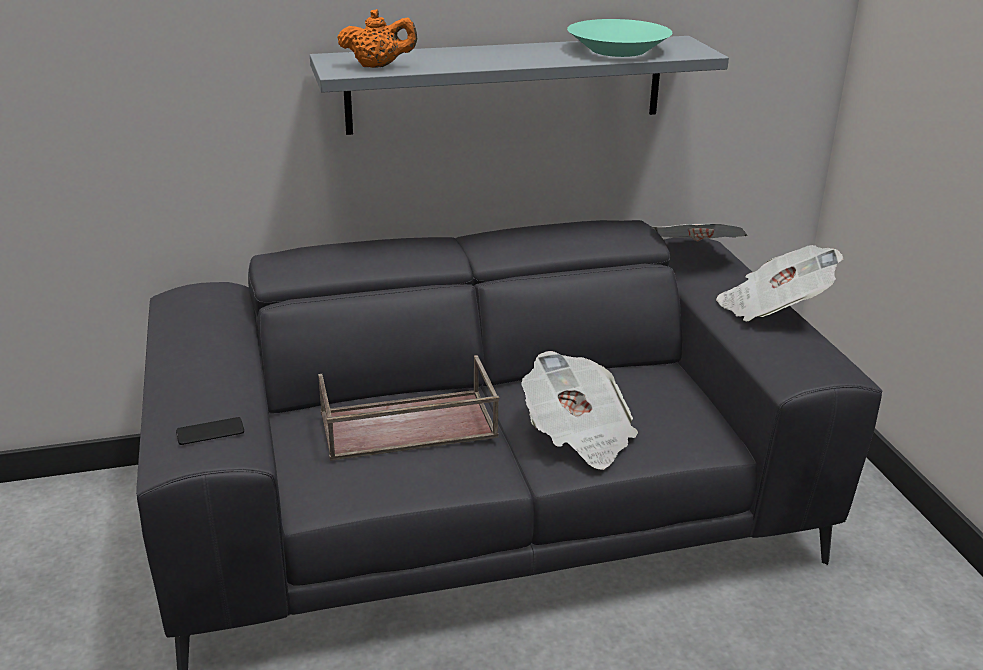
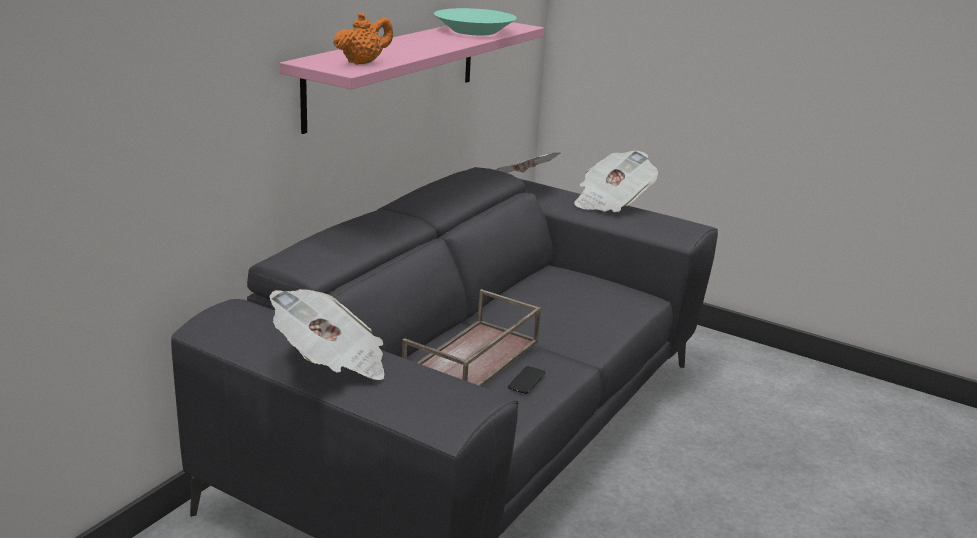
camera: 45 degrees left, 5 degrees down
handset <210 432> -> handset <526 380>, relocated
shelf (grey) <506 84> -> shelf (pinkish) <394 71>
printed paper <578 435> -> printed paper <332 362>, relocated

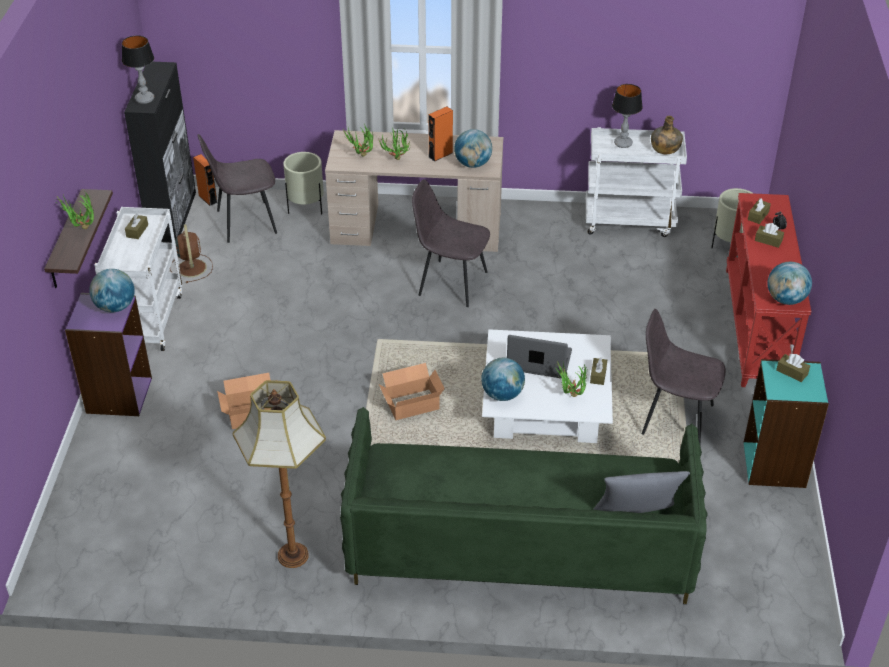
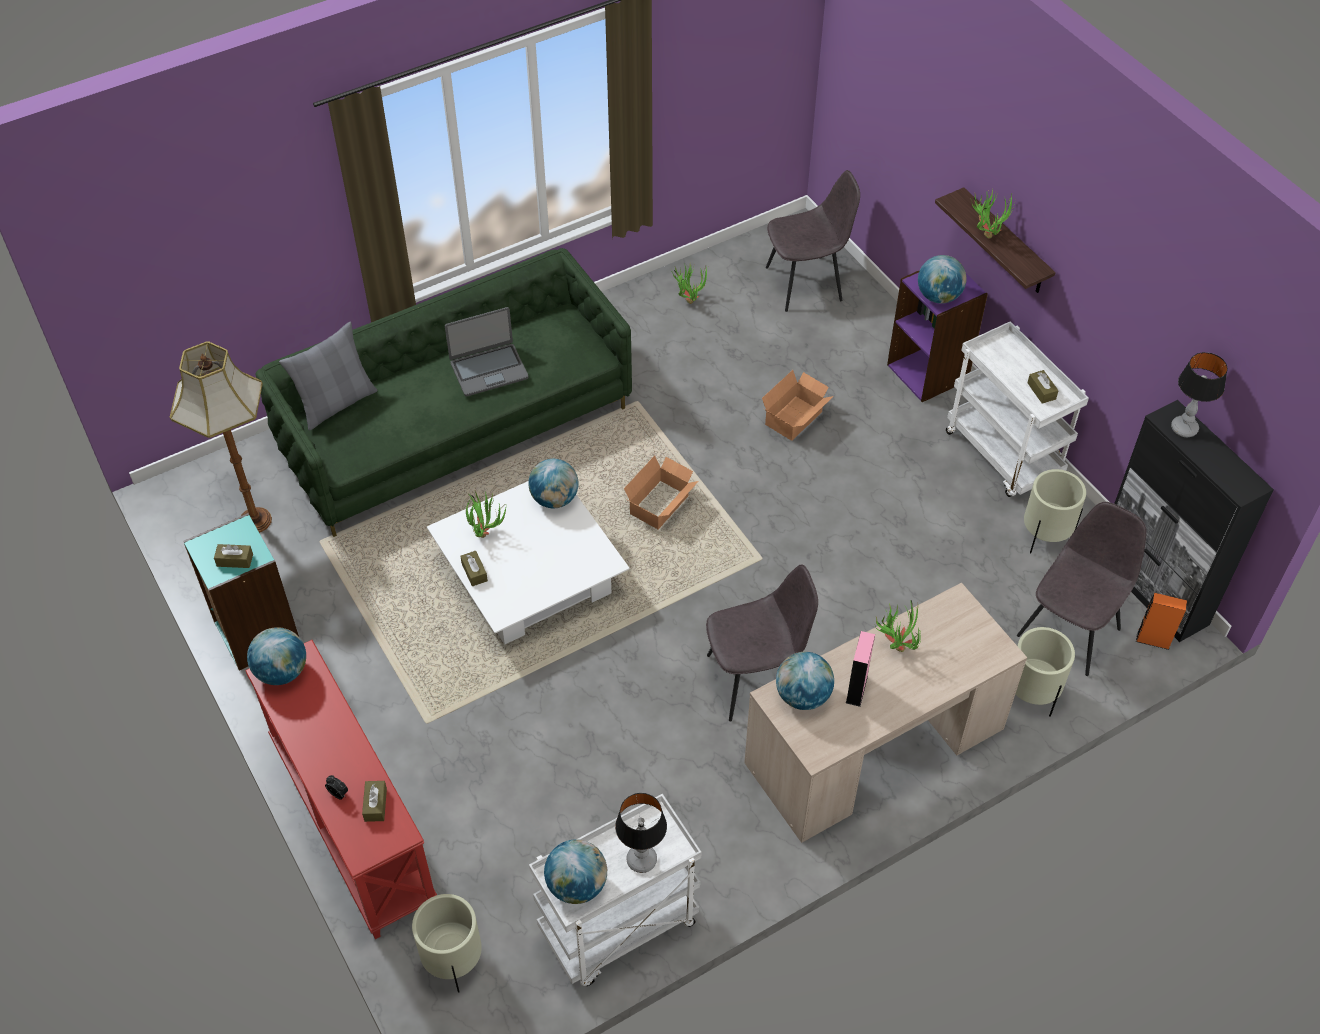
camera: 145 degrees right, 10 degrees up
cooling fan (brownish) <191 267> -> plant pot (beige) <1045 537>
standard lamp <293 556> -> standard lamp <254 520>, relocated
plant in a pot <361 158> -> plant in a pot <689 299>, relocated
speaker (orange) <440 155> -> speaker (pinkish) <856 689>
portable computer <539 361> -> portable computer <488 370>, relocated
upright chair (grey) <675 419> -> upright chair (grey) <806 283>, relocated
drink bottle (green) <665 148> -> desk globe <577 885>
tissue box (brownish) <768 240> -> none

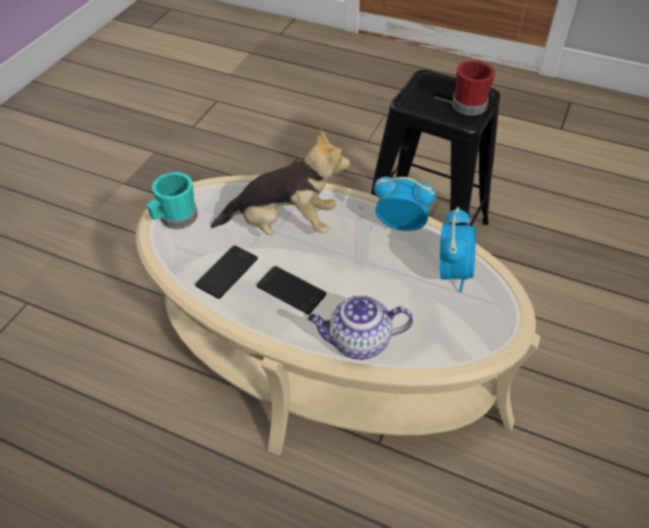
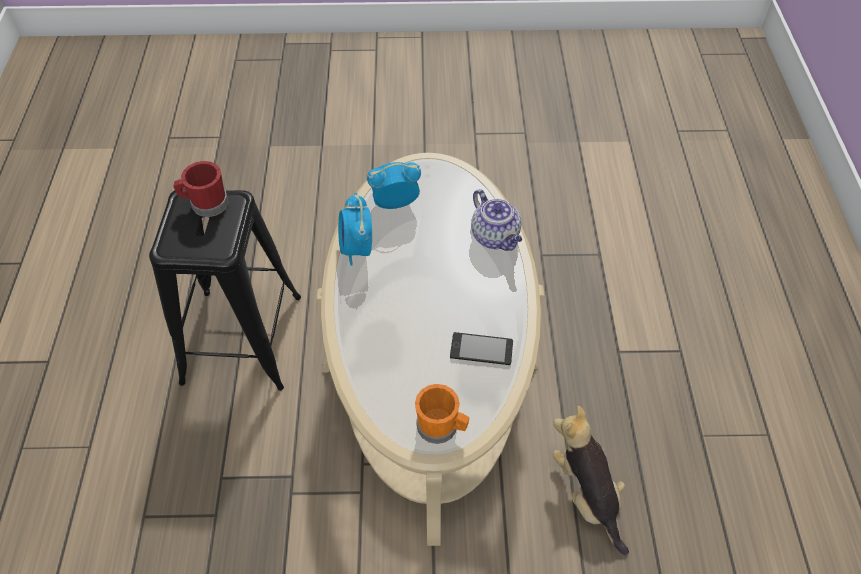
camera: 115 degrees left, 5 degrees up
tea mug (turquoise) <175 219> -> tea mug (orange) <441 427>
cuddly toy <284 225> -> cuddly toy <587 494>, relocated
handset <291 290> -> none

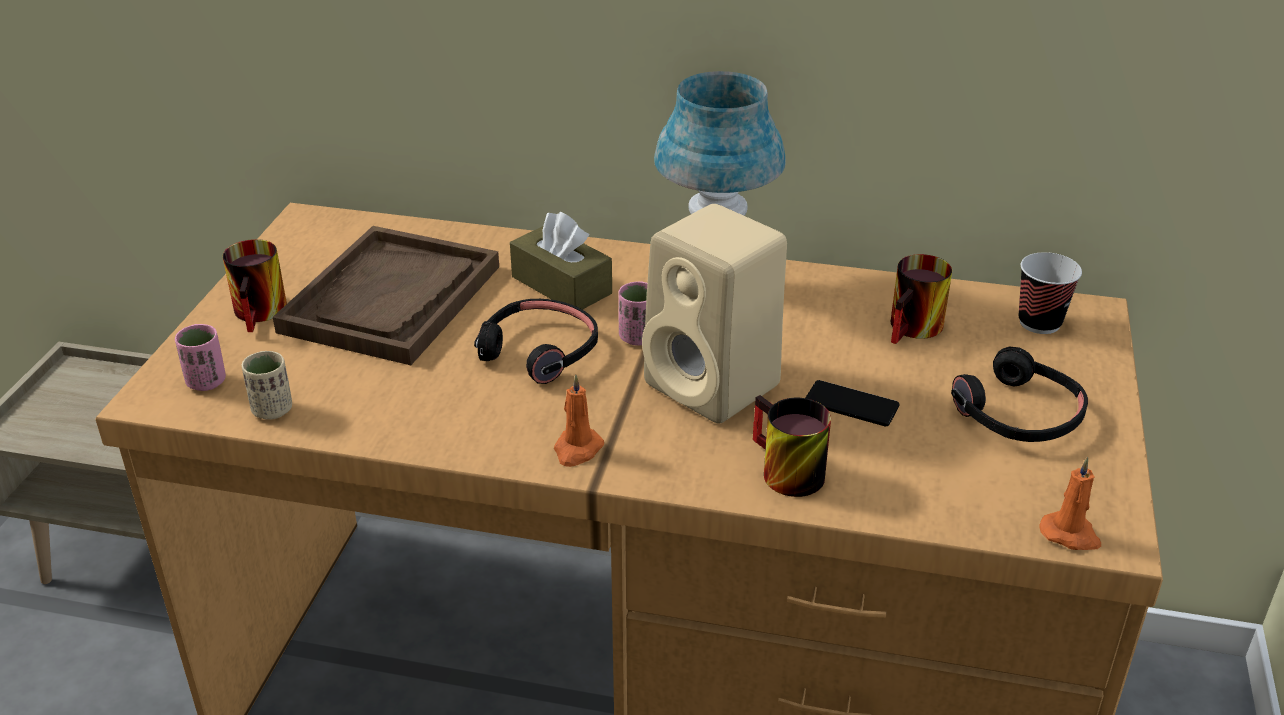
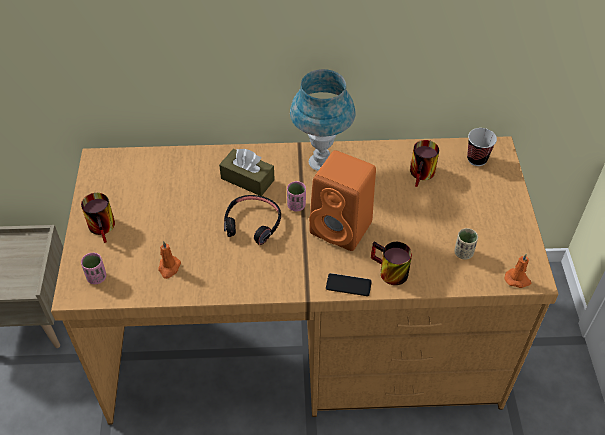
camera: 15 degrees left, 15 degrees up
cup (beige) <272 410> -> cup (beige) <463 253>, relocated
serving tray (brownish) <391 299> -> none
wax light (orange) <577 450> -> wax light (orange) <169 268>, relocated
speaker (beige) <716 386> -> speaker (orange) <343 228>
handset <851 404> -> handset <348 285>, relocated
headphones (black) <1018 414> -> none

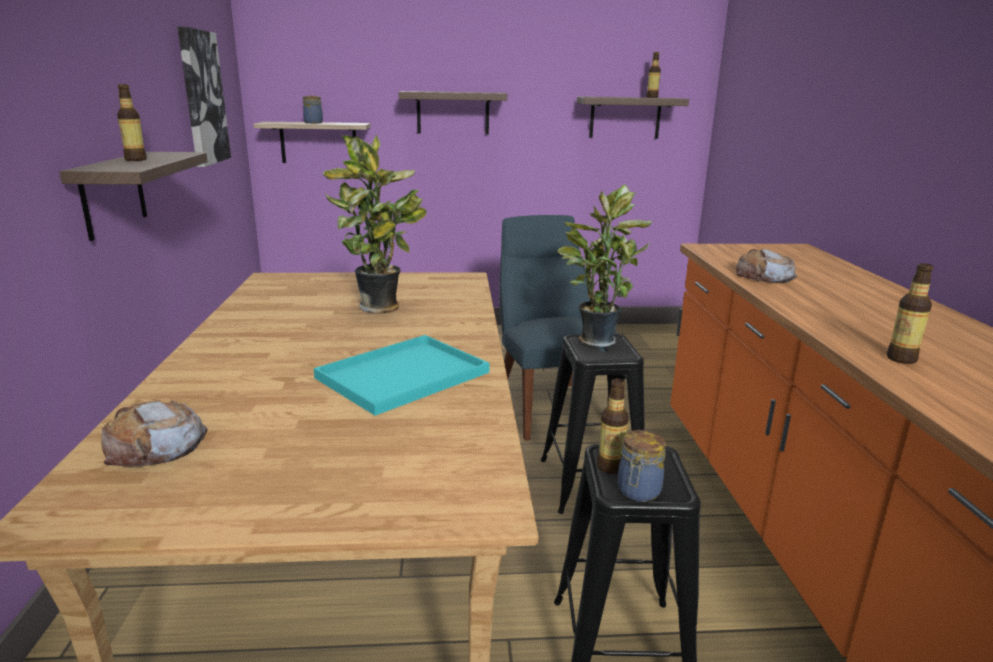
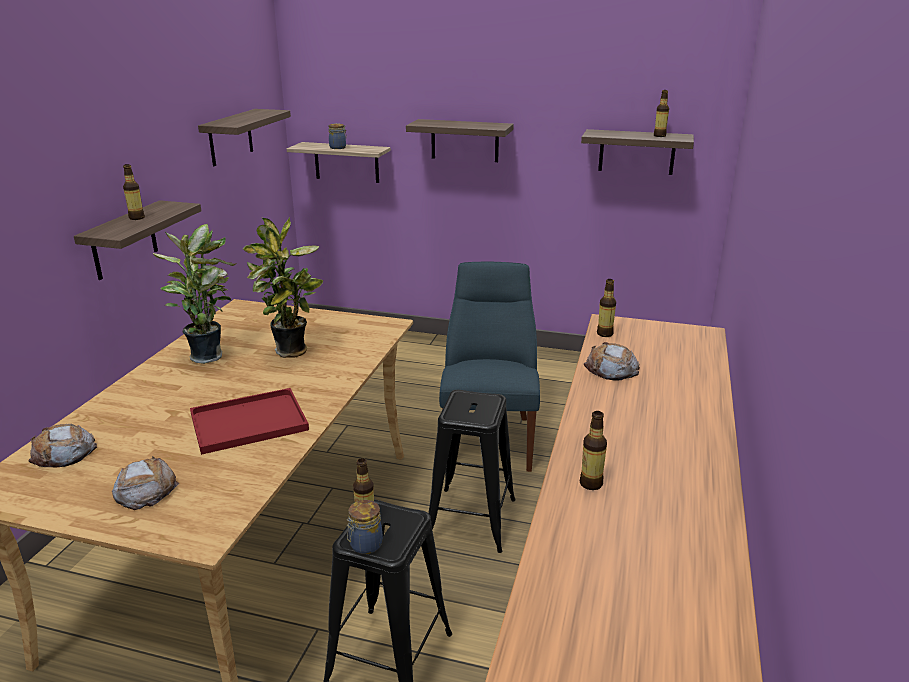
camera: 20 degrees right, 5 degrees up
picture <202 98> -> shelf <230 137>
serving tray (turquoise) <401 376> -> serving tray (reddish) <247 423>
plant in a pot <595 340> -> plant in a pot <208 355>, relocated
none -> bread <145 489>
none -> drink bottle <604 334>

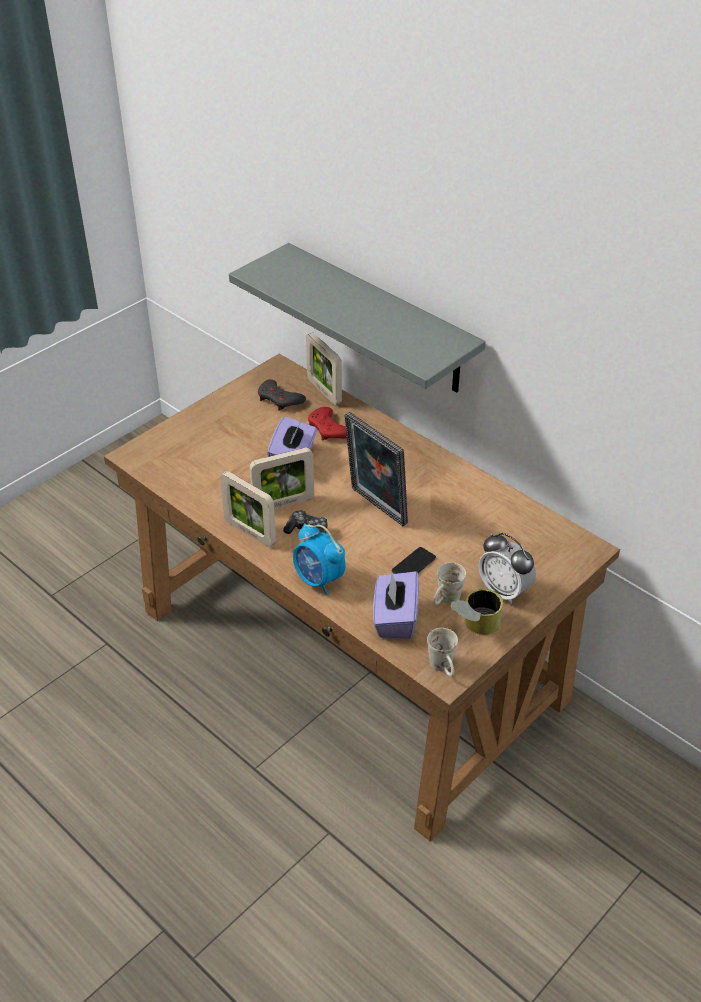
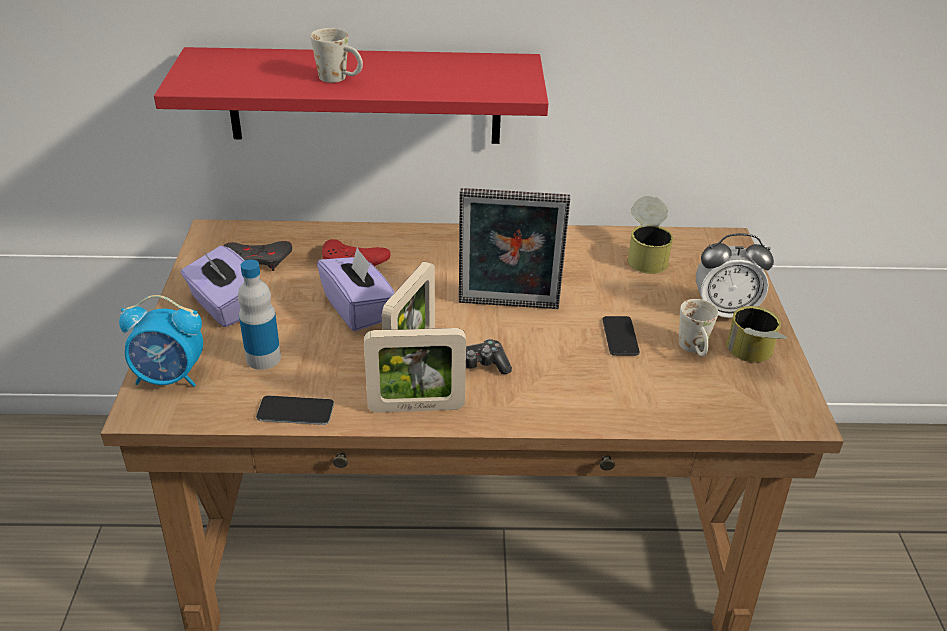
camera: 45 degrees left, 5 degrees down
shelf (grey) <381 319> -> shelf (reddish) <365 96>
bedside clock <319 580> -> bedside clock <170 377>, relocated
photo frame <324 391> -> none
tissue box (purple-coloured) <395 619> -> tissue box (purple-coloured) <225 306>, relocated
tea mug (whitish) <443 668> -> tea mug (whitish) <340 79>, relocated
none -> drink bottle <263 358>
none -> handset <295 411>
none -> sealed can <646 255>

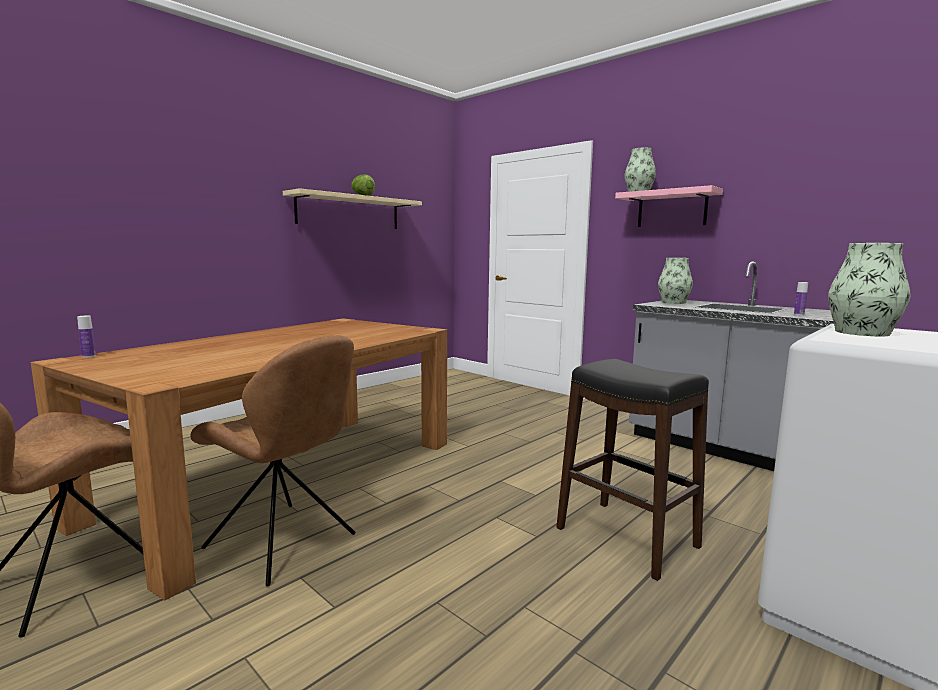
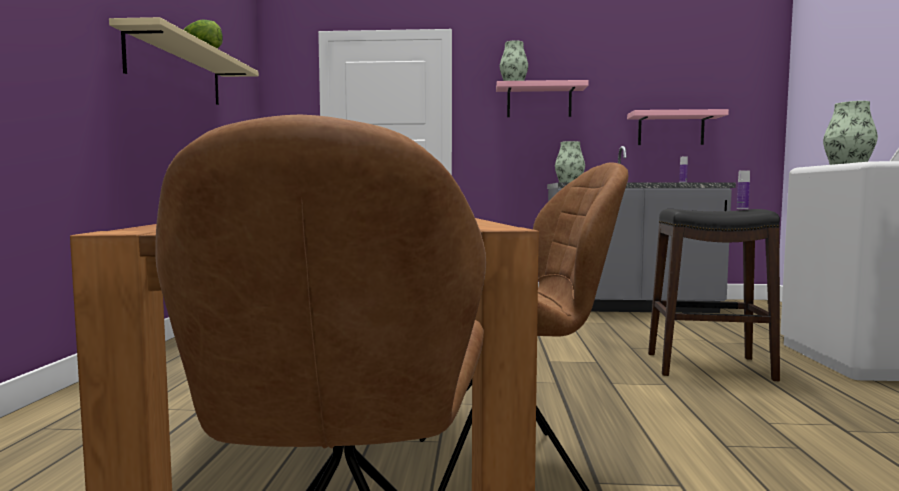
camera: 40 degrees left, 5 degrees down
drink bottle <88 356> -> drink bottle <742 209>, relocated
none -> shelf (pinkish) <670 129>

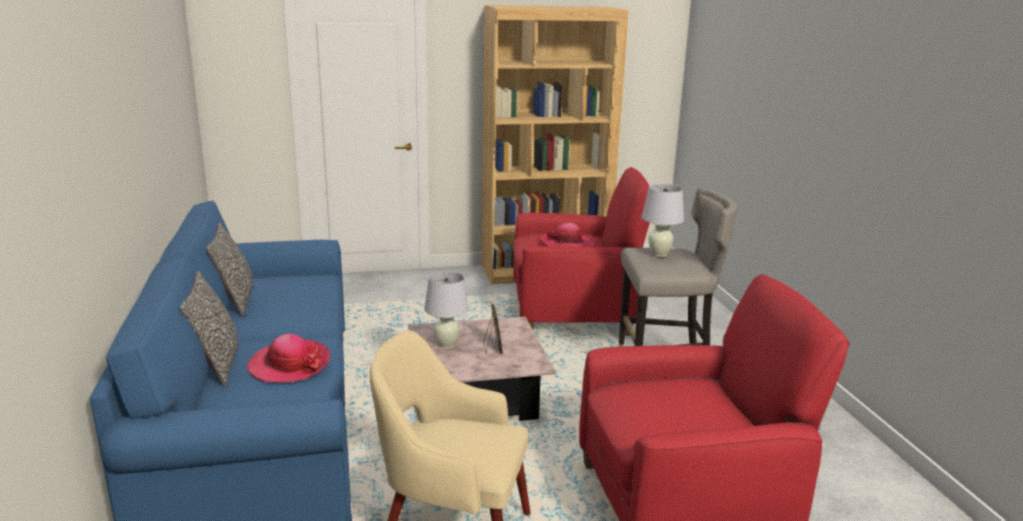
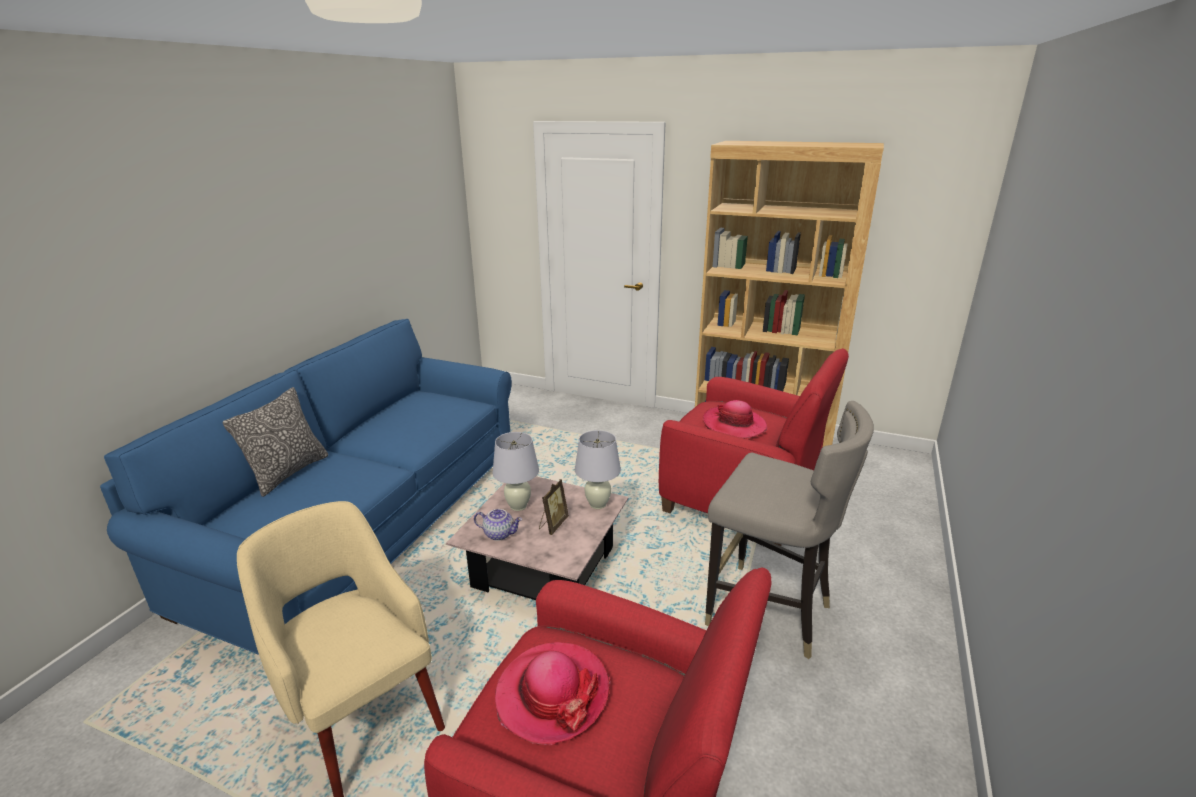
camera: 35 degrees right, 5 degrees up
pillow <235 301> -> none
hat <289 365> -> hat <552 693>, relocated
lamp for a table (whitish) <659 254> -> lamp for a table (whitish) <598 504>, relocated
none -> tea pot <499 534>

